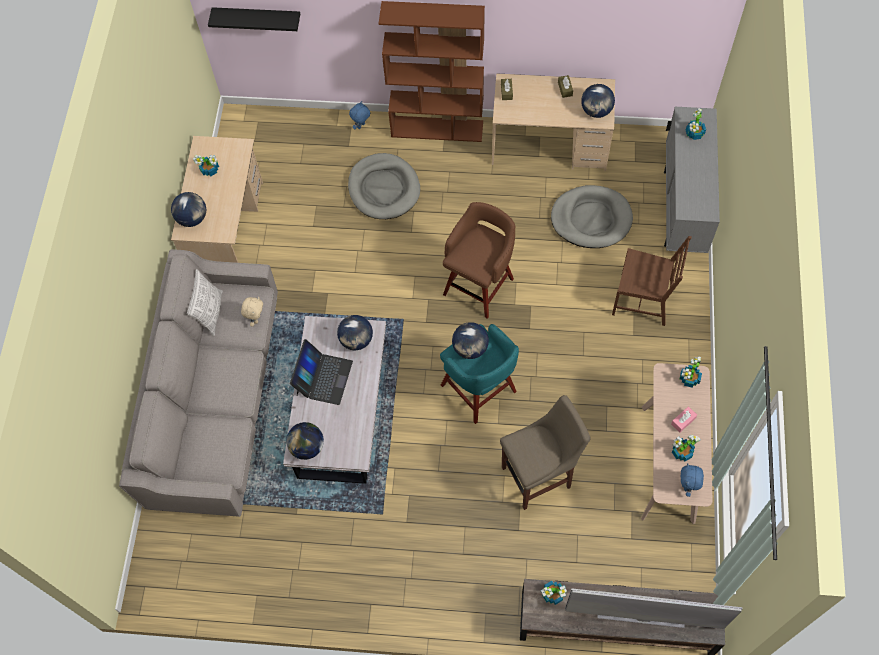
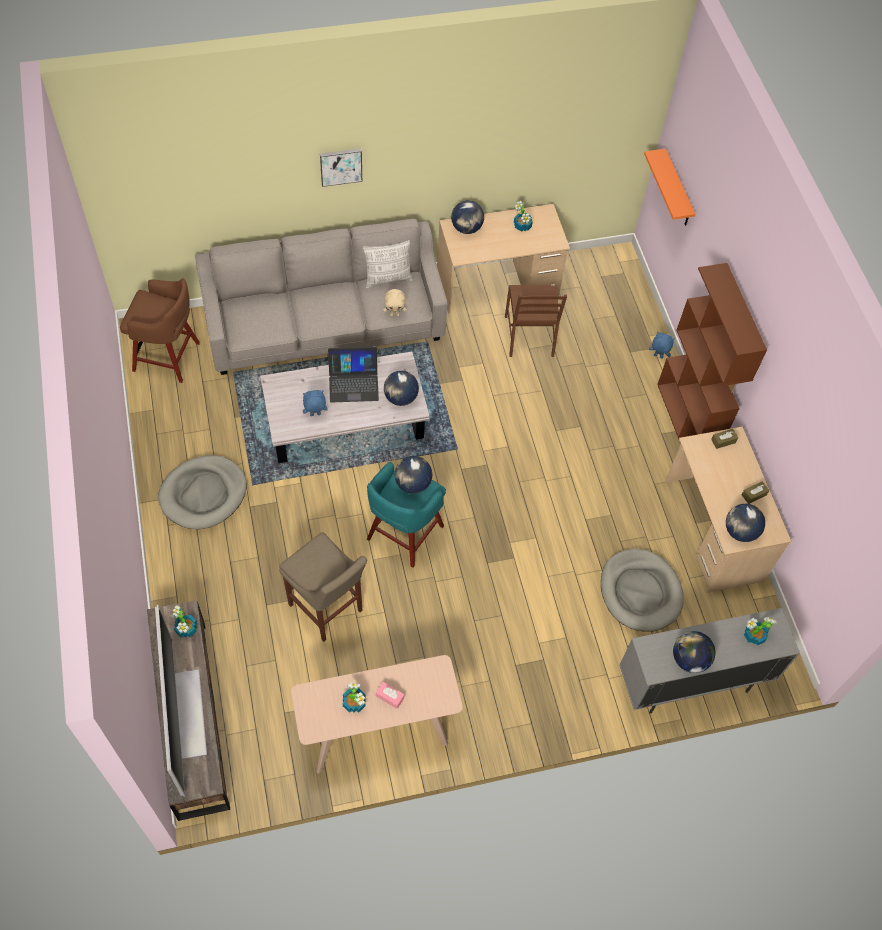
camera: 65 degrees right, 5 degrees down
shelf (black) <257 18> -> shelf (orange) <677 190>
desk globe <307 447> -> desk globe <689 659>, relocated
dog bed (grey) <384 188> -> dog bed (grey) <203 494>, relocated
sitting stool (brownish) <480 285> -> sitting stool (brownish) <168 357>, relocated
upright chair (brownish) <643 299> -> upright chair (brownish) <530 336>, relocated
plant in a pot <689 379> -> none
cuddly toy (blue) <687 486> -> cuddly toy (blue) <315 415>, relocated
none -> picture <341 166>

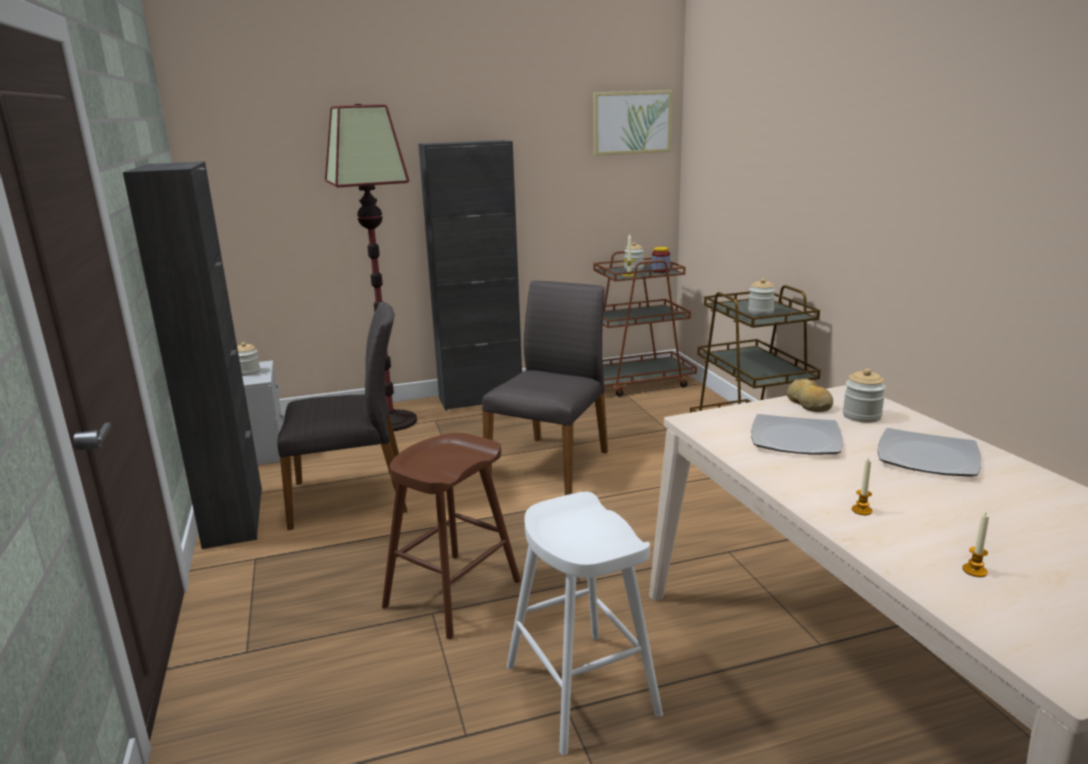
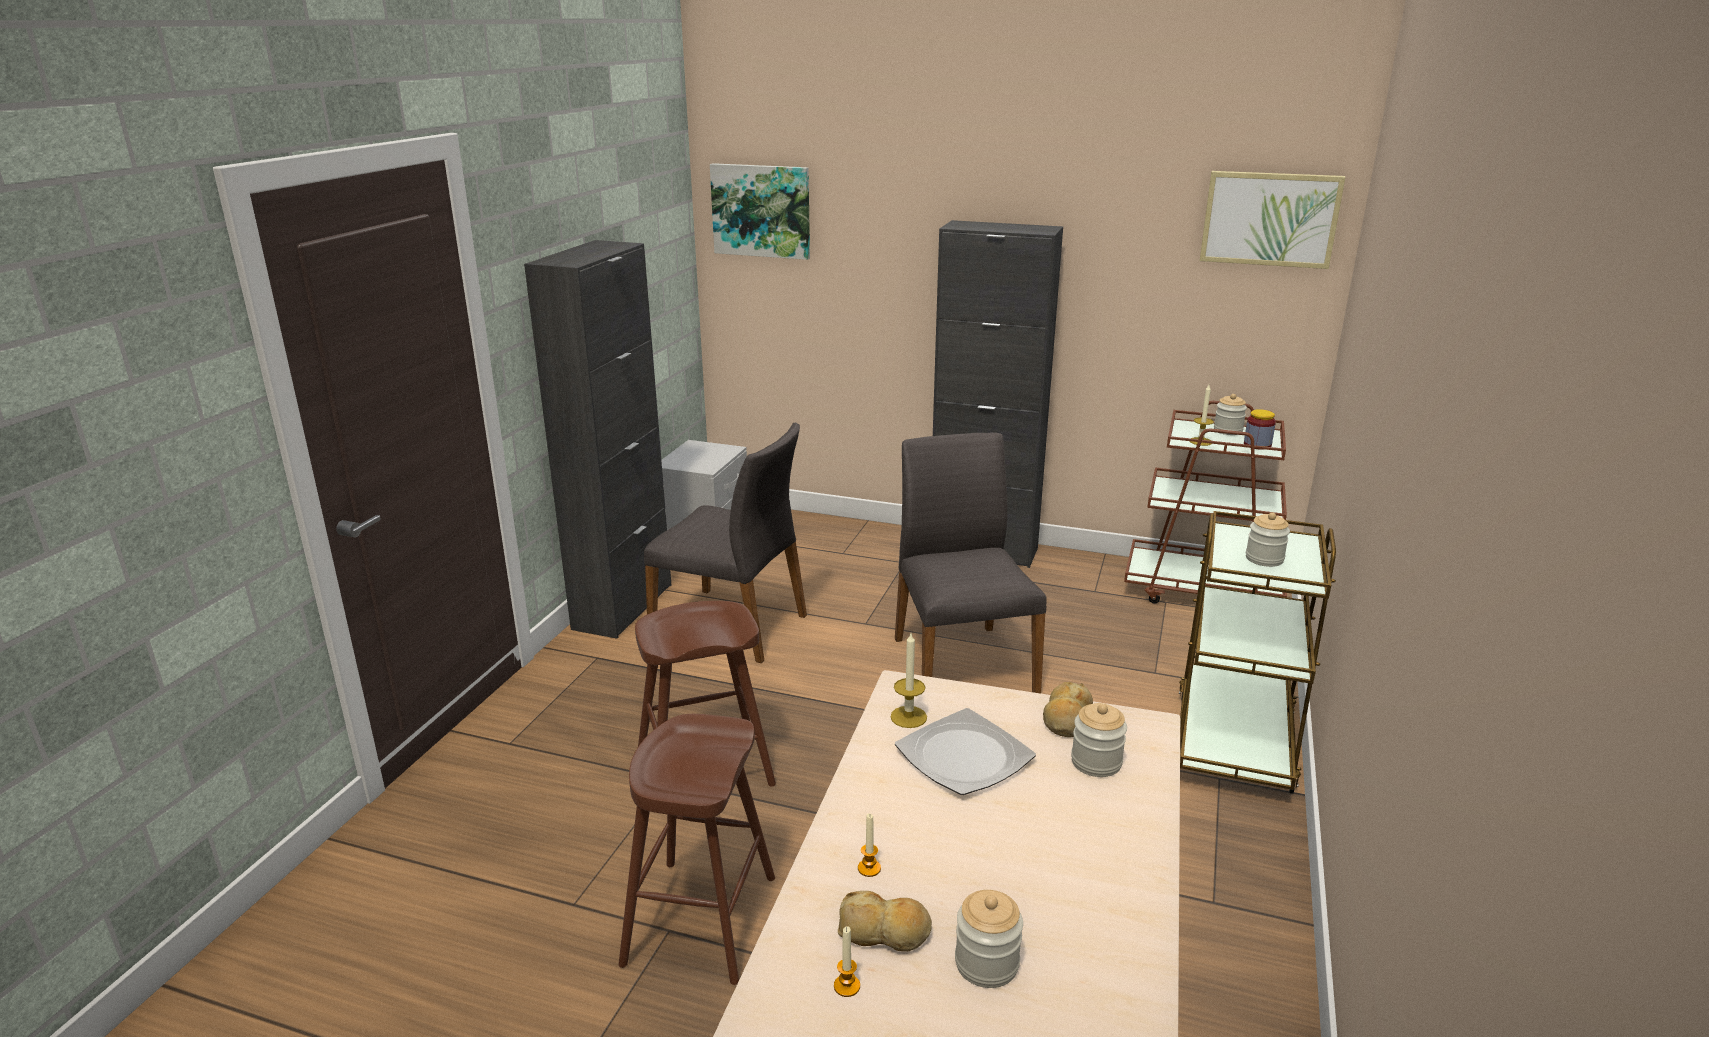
camera: 35 degrees right, 5 degrees up
storage jar <248 372> -> storage jar <986 963>, relocated
standard lamp <391 421> -> none
upright chair (grey) <551 463> -> upright chair (grey) <961 664>, 75 degrees counterclockwise
sitting stool (whitish) <581 690> -> sitting stool (brownish) <700 920>
plate <928 457> -> none
none -> picture <761 210>
none -> bread <884 932>
none -> wax light <908 717>

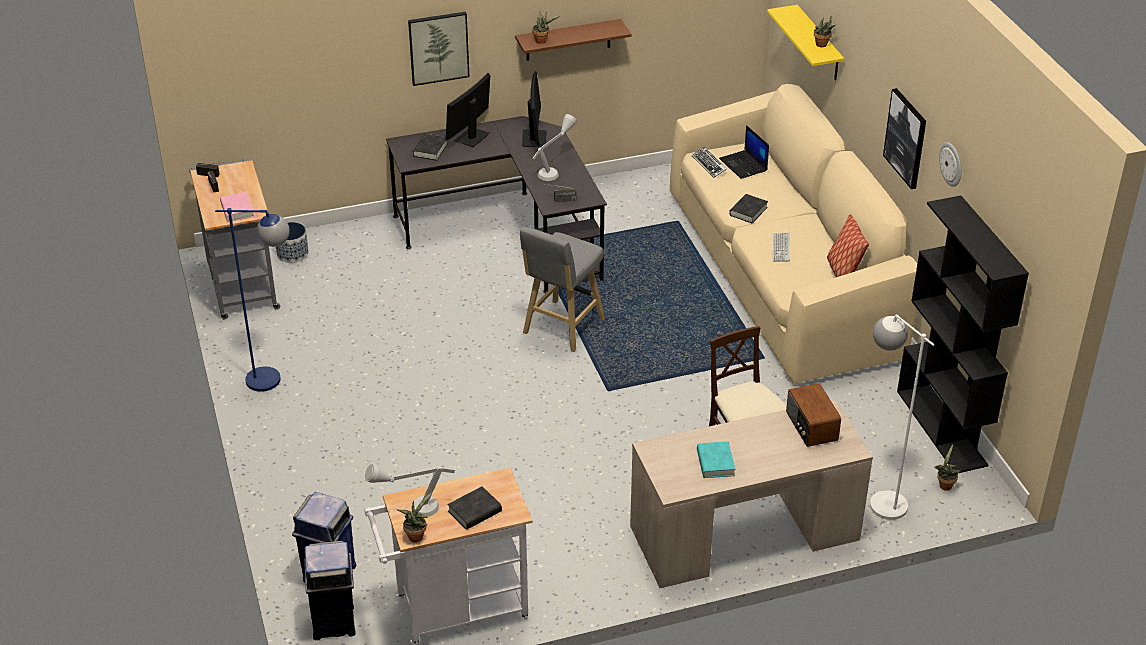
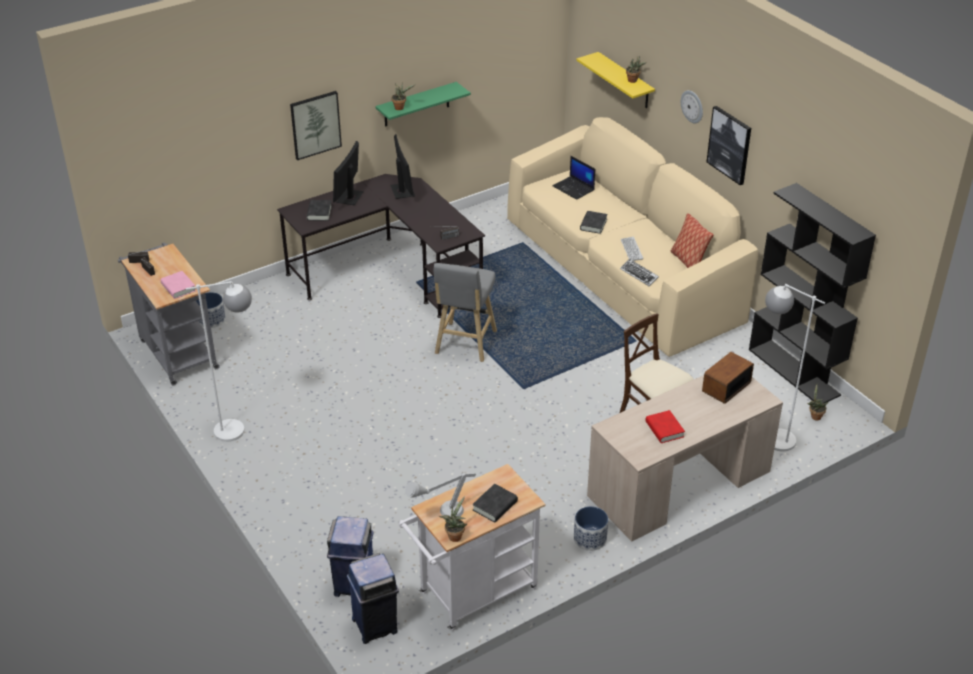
camera: 15 degrees left, 0 degrees up
standard lamp (blue) <275 380> -> standard lamp (whitish) <240 429>
shelf (brownish) <568 40> -> shelf (green) <416 105>
lamp for a table (grey) <554 169> -> none
PC keyboard <709 165> -> PC keyboard <639 274>, relocated
book (turquoise) <715 463> -> book (reddish) <664 429>
radio receiver <811 427> -> radio receiver <725 387>, 75 degrees clockwise
hanging clock <951 164> -> hanging clock <692 106>, relocated
none -> plant pot <590 538>

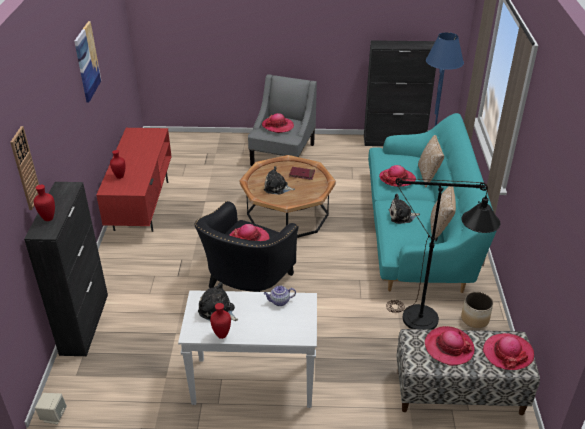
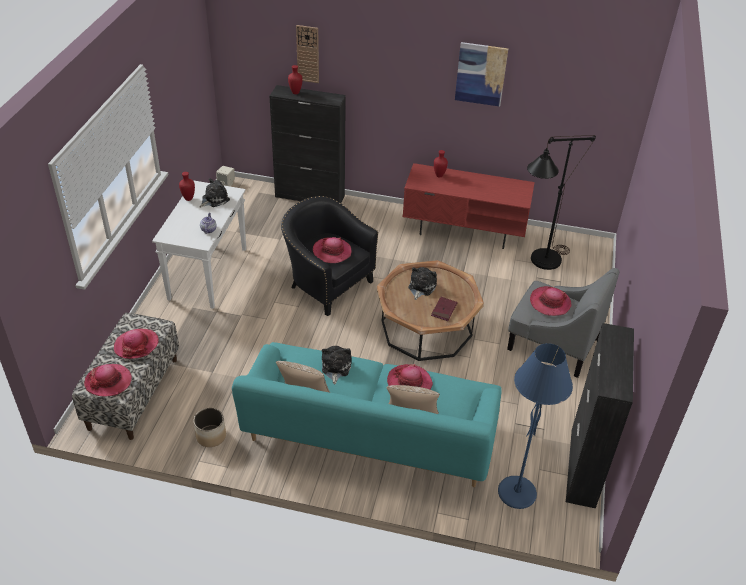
camera: 100 degrees right, 5 degrees up
standard lamp (black) <429 323> -> standard lamp (black) <539 263>, relocated

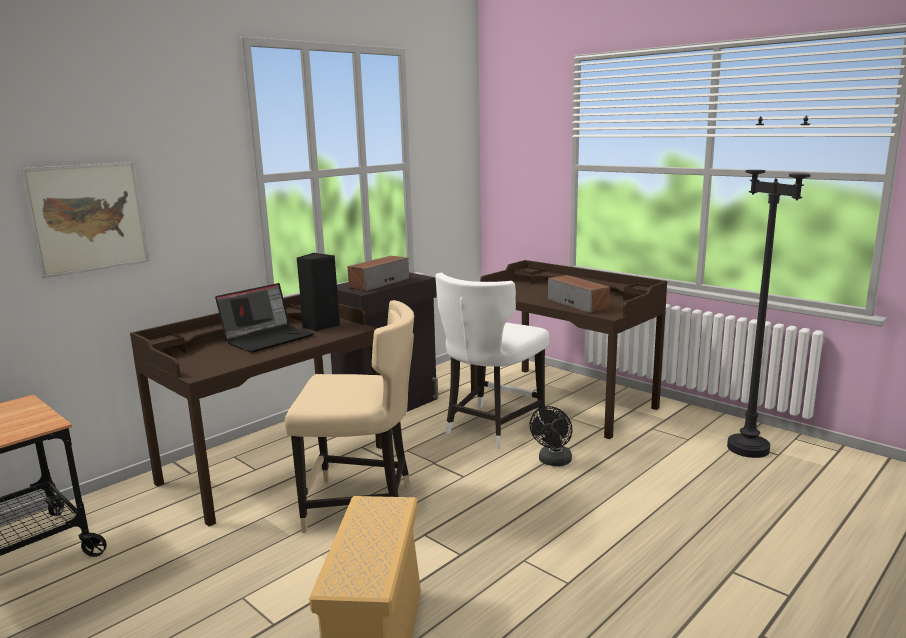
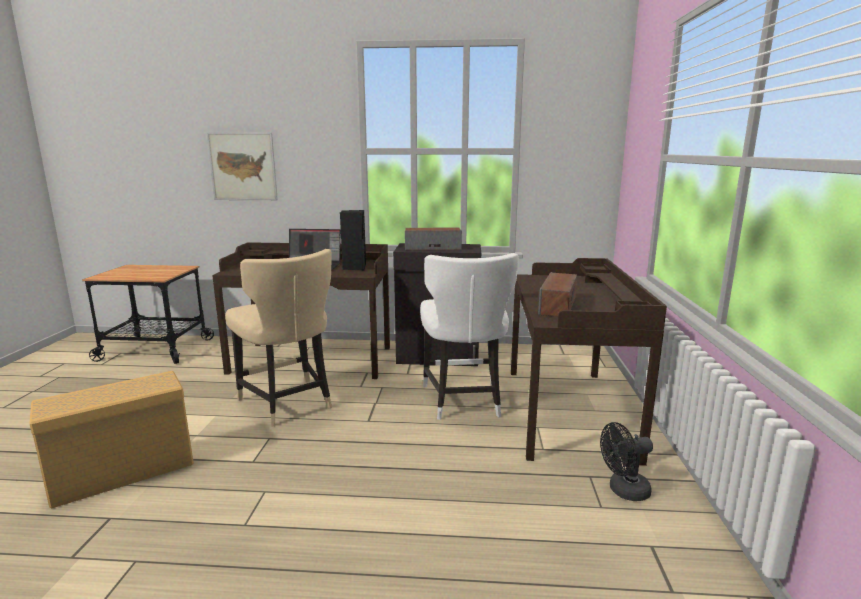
camera: 50 degrees right, 0 degrees up
upright chair (whitish) <490 427> -> upright chair (whitish) <463 401>, 90 degrees counterclockwise
cooling fan (black) <553 462> -> cooling fan (black) <623 491>, relocated
standard lamp (black) <747 448> -> none

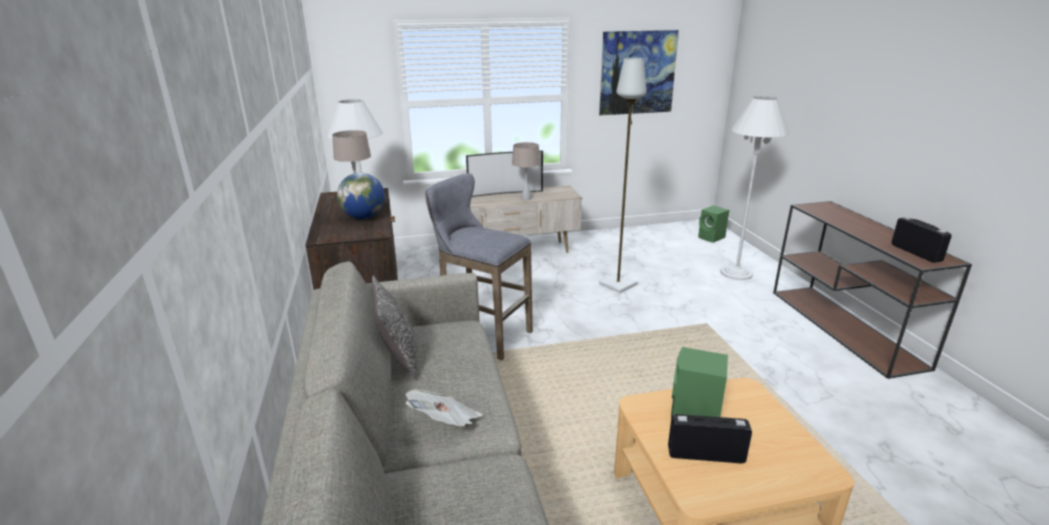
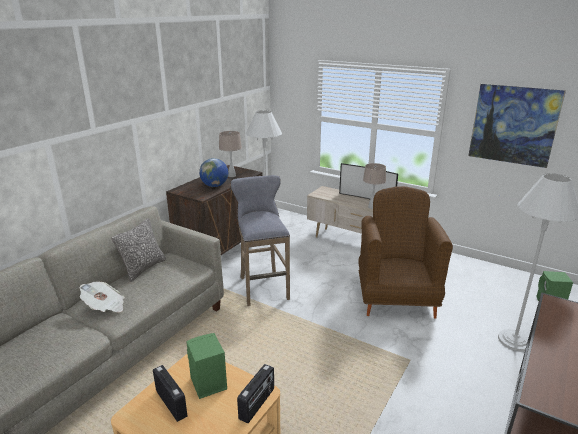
camera: 45 degrees right, 0 degrees up
standard lamp (grey) <617 284> -> armchair (brownish) <396 299>
radio receiver <916 253> -> radio receiver <257 404>, relocated

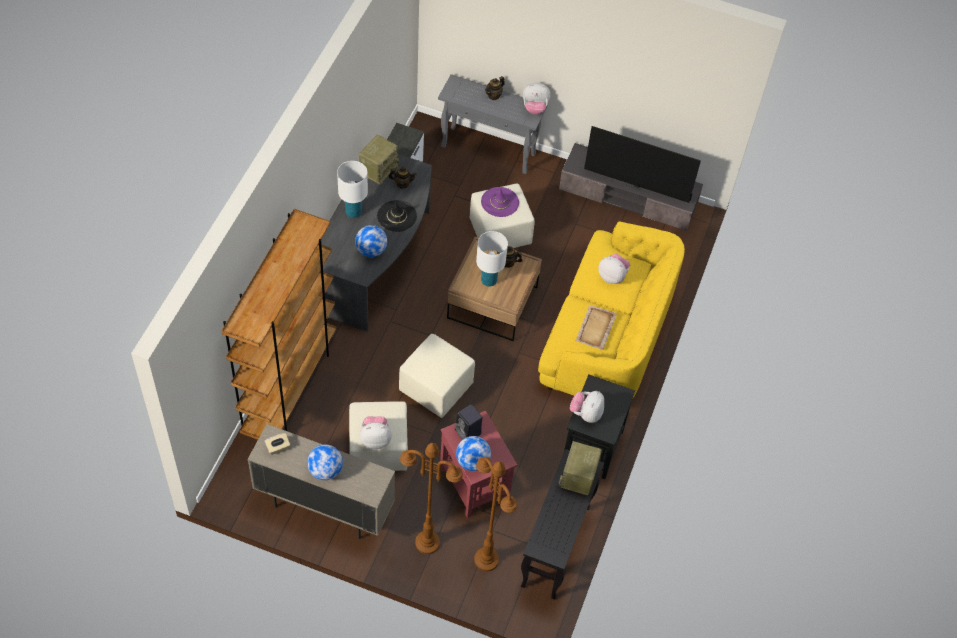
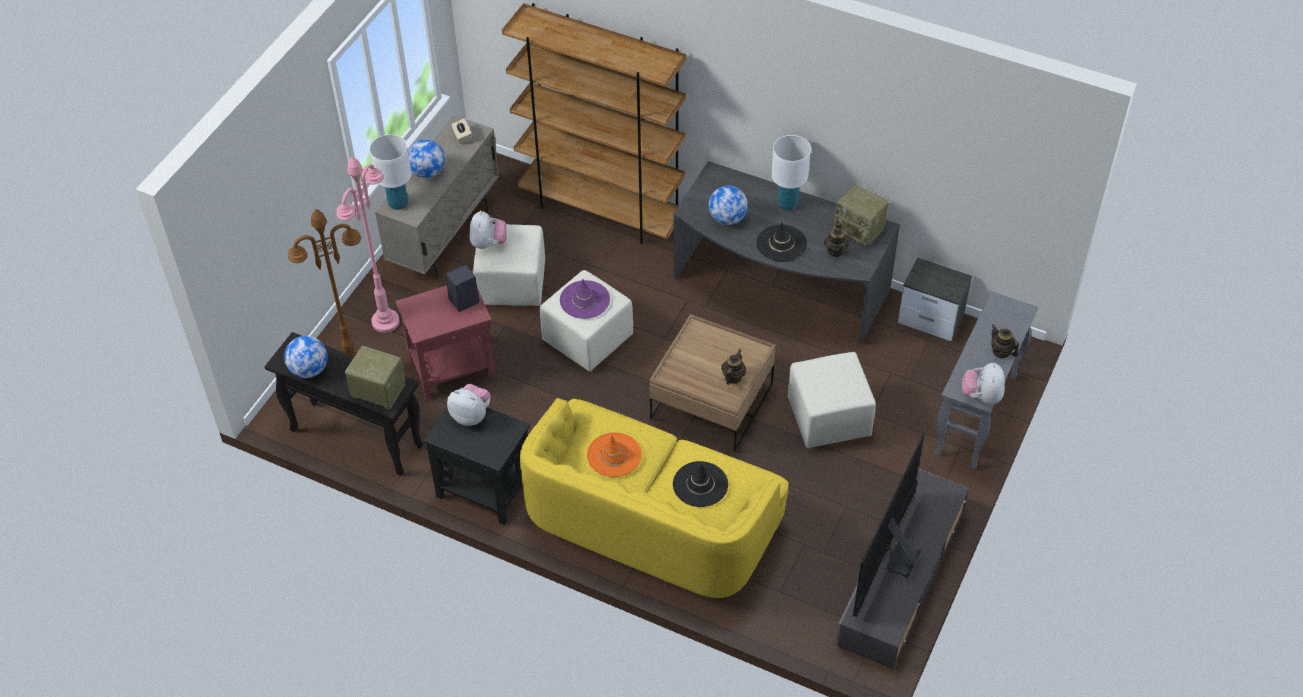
camera: 100 degrees right, 5 degrees down
standard lamp (brownish) <427 543> -> standard lamp (pinkish) <385 321>
desk globe <472 461> -> desk globe <309 370>, relocated
lamp for a table (whitish) <489 281> -> lamp for a table (whitish) <398 203>, relocated
hat (purple-coloured) <500 202> -> hat (purple-coloured) <584 300>, relocated
serving tray (beige) <595 328> -> hat (orange) <614 455>
cuddly toy <612 276> -> hat (black) <700 484>

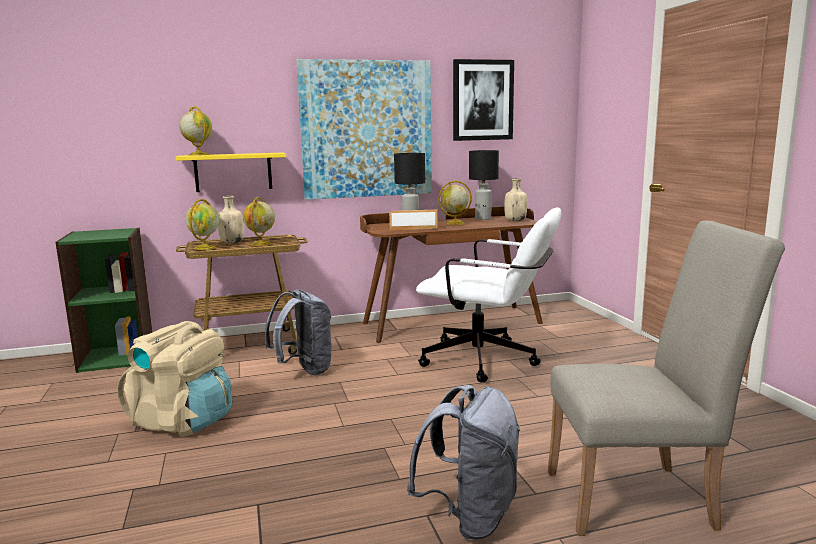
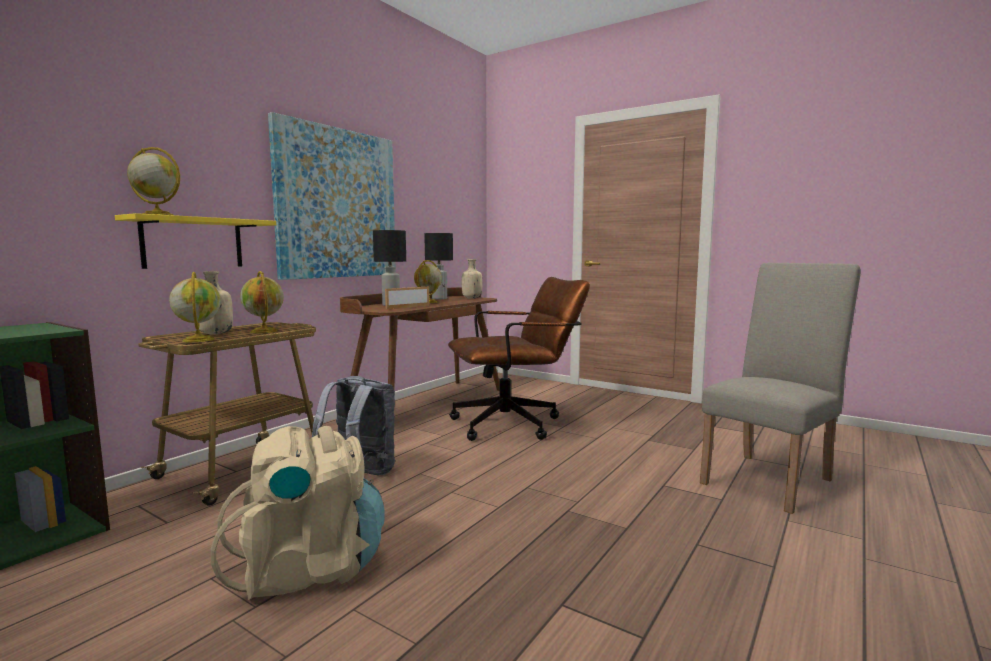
camera: 40 degrees left, 5 degrees down
rucksack (grey) <470 517> -> none
desk chair (whitish) <489 361> -> desk chair (brownish) <515 423>
picture <482 100> -> none

